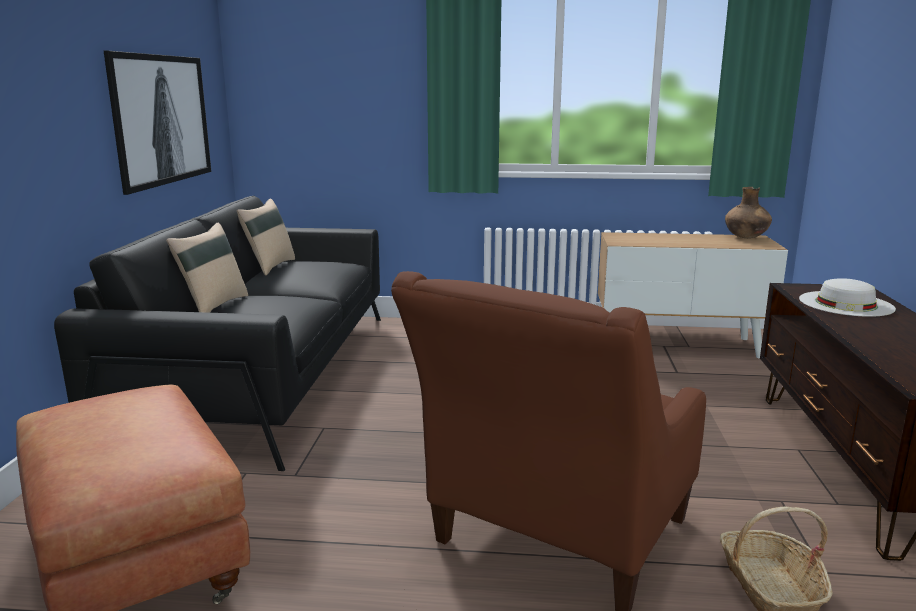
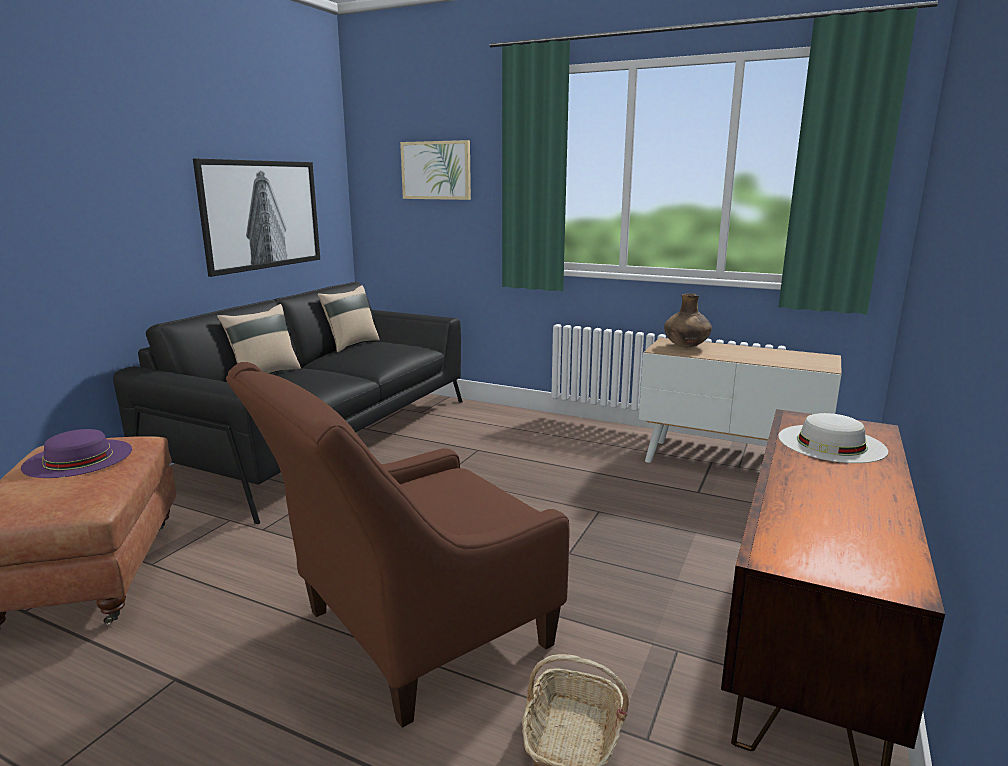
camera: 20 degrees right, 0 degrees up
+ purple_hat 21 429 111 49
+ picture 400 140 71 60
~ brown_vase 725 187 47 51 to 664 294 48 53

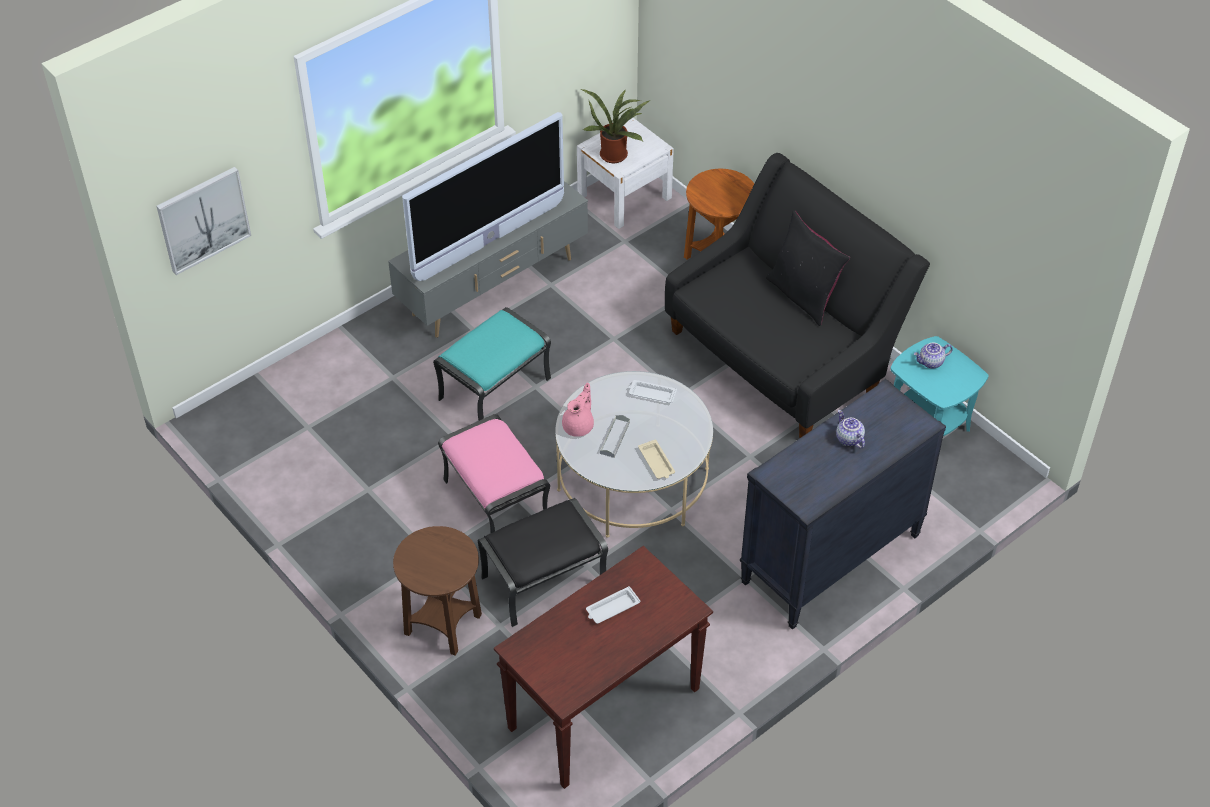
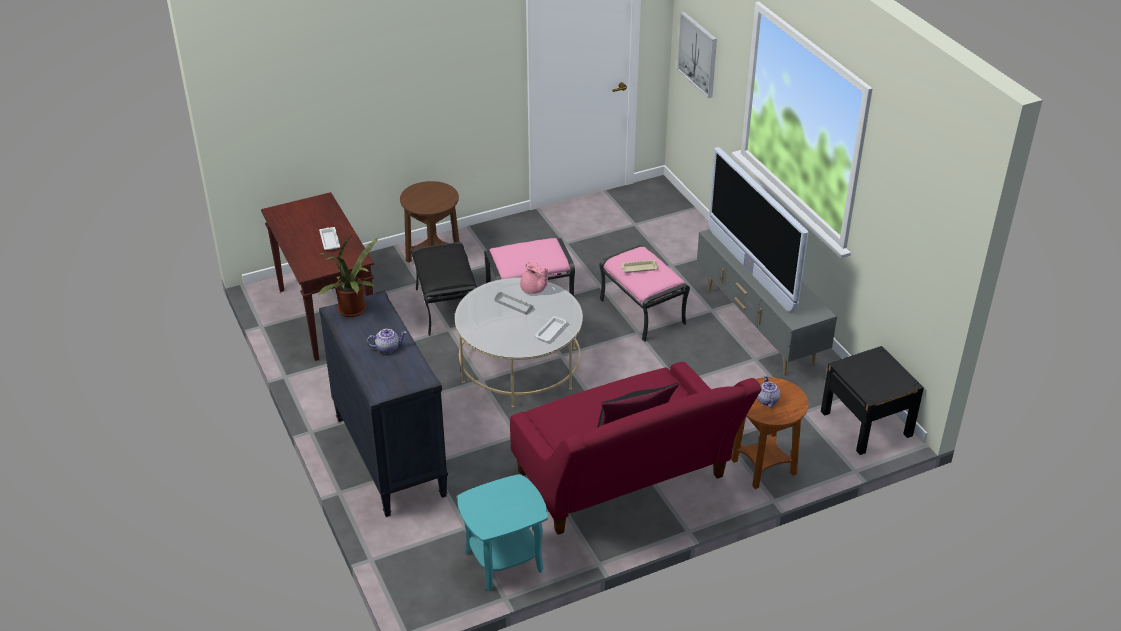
camera: 105 degrees right, 10 degrees down
~ potted_plant 581 89 70 74 to 318 235 60 82
~ beige_tray 638 440 37 39 to 621 259 38 14
~ teapot 914 343 39 26 to 757 375 23 33
~ turquoise_ottoman 433 307 118 114 to pink_ottoman 599 245 91 97
~ white_nightstand 577 118 97 111 to black_nightstand 821 346 103 109
~ black_sofa 665 153 265 285 to red_sofa 510 362 251 173

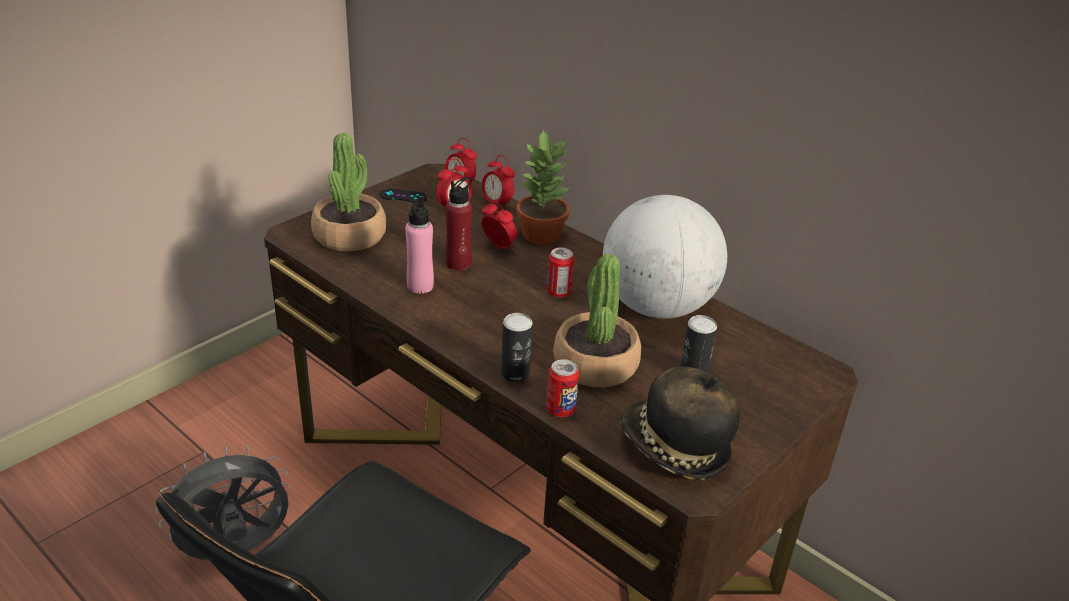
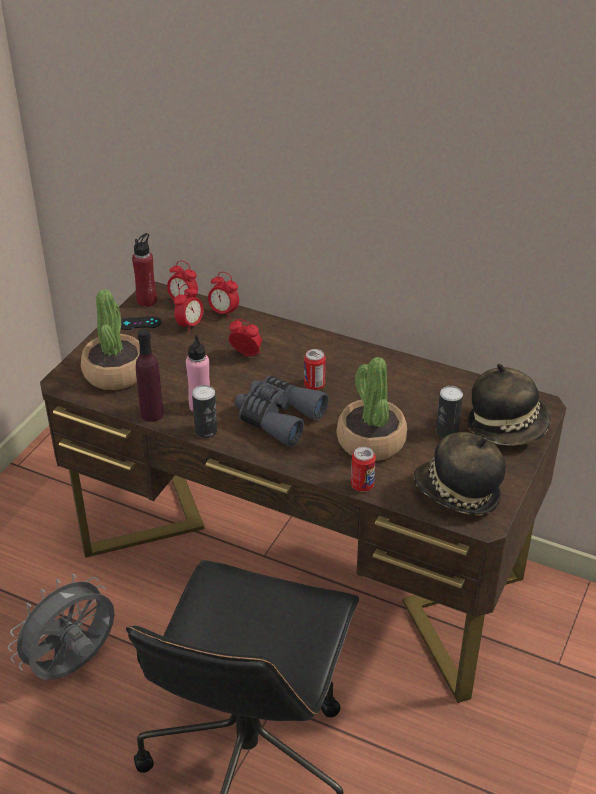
camera: 15 degrees left, 5 degrees up
- potted_plant 517 130 54 115
- globe 603 195 124 123
+ purple_bottle 136 329 28 93
+ grey_binoculars 235 376 94 71
+ hat 467 363 84 83
~ red_bottle 446 177 26 94 to 132 233 25 74
~ can 501 313 32 69 to 192 385 25 53

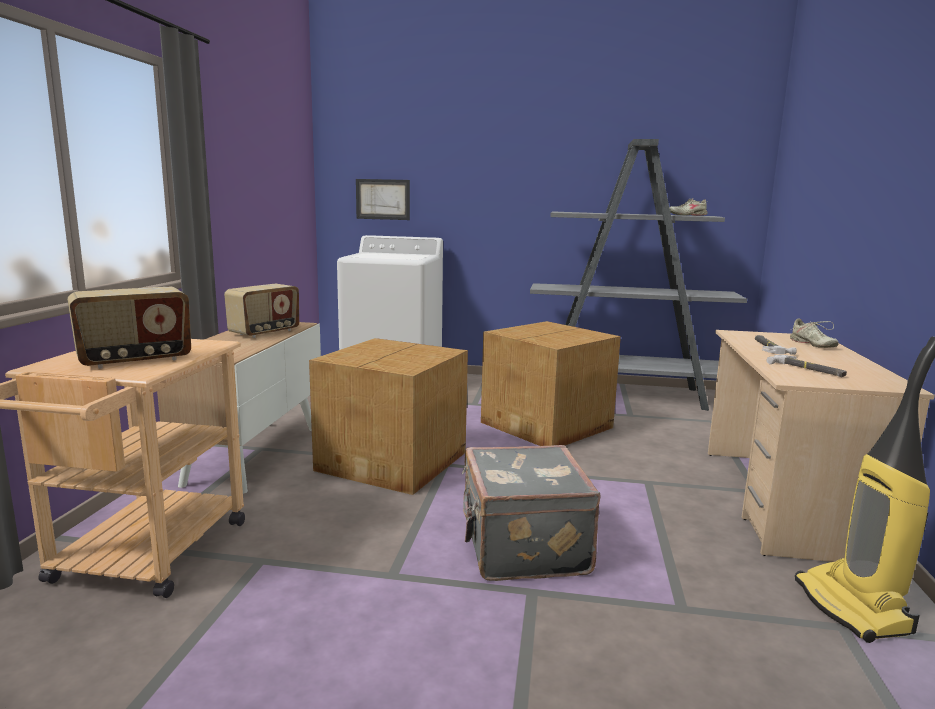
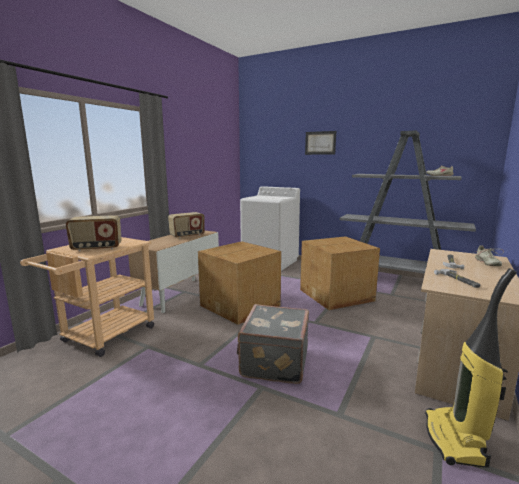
camera: 20 degrees right, 0 degrees up
~ picture 356 179 54 41 to 305 131 31 24

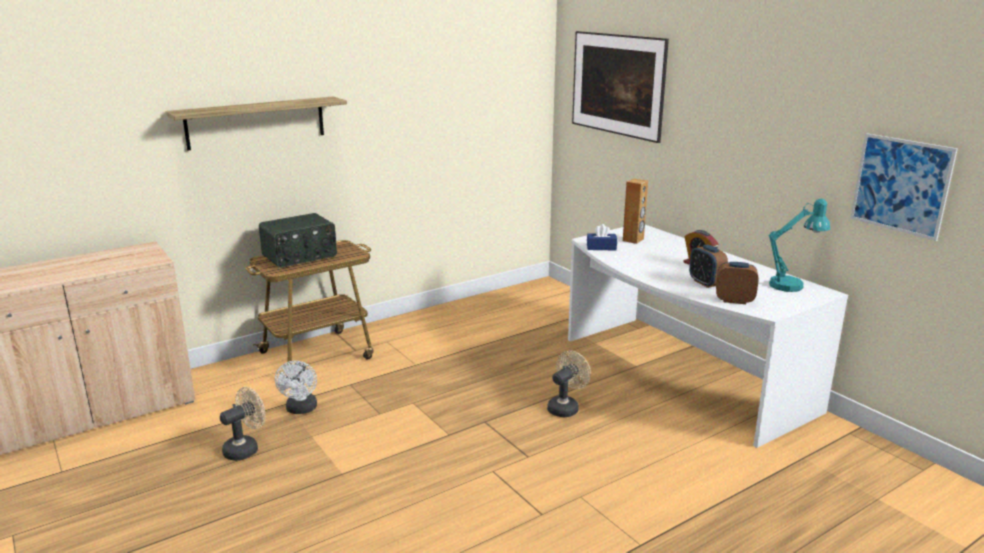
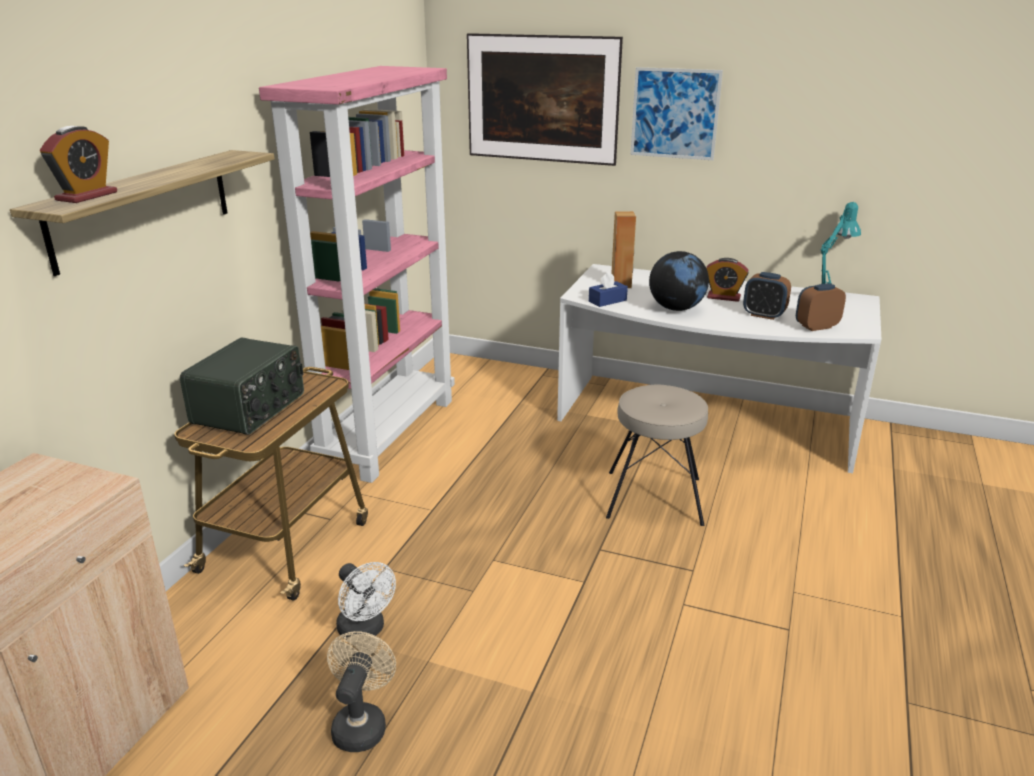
camera: 35 degrees left, 5 degrees up
+ alarm_clock 40 126 77 77
+ pink_bookcase 259 66 196 417
+ globe 649 251 60 60
~ picture 850 133 108 108 to 631 67 92 93
~ beige_fan 547 350 44 67 to beige_stool 606 384 102 142

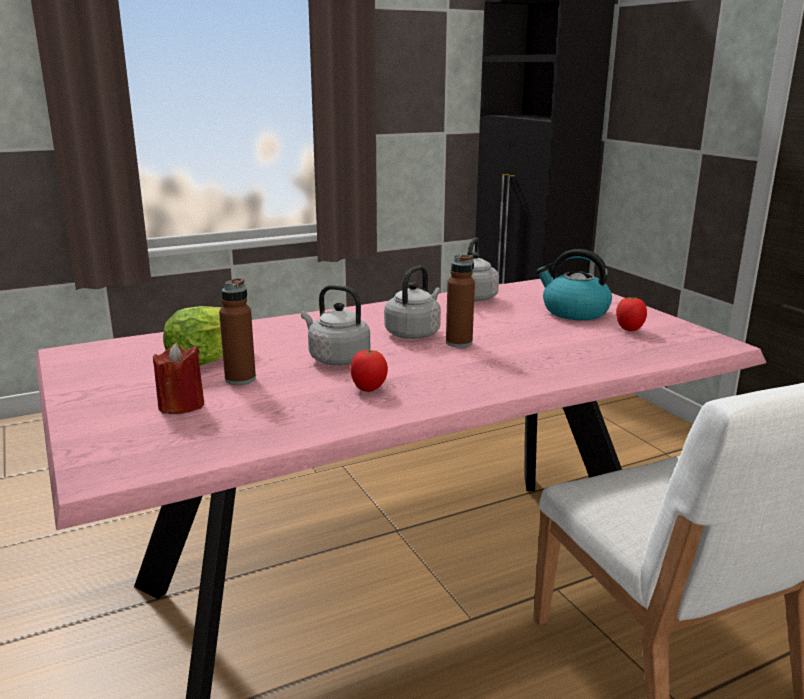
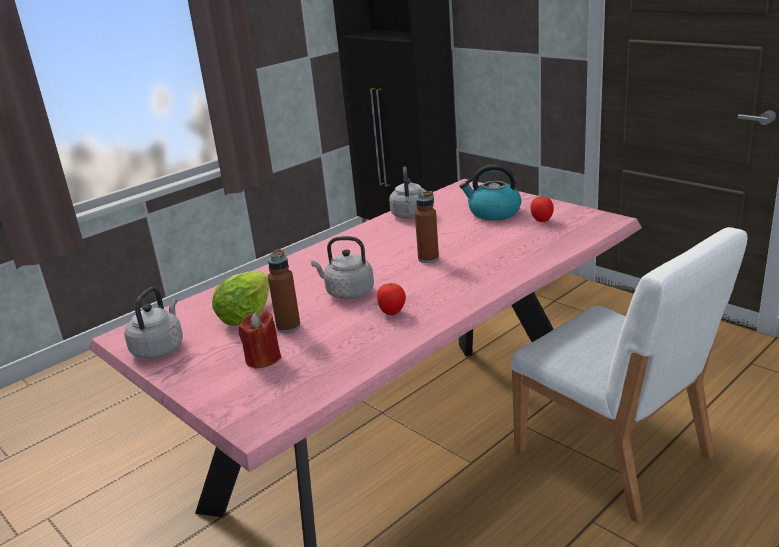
camera: 15 degrees left, 5 degrees up
~ grey_kettle 384 266 57 73 to 124 287 59 72

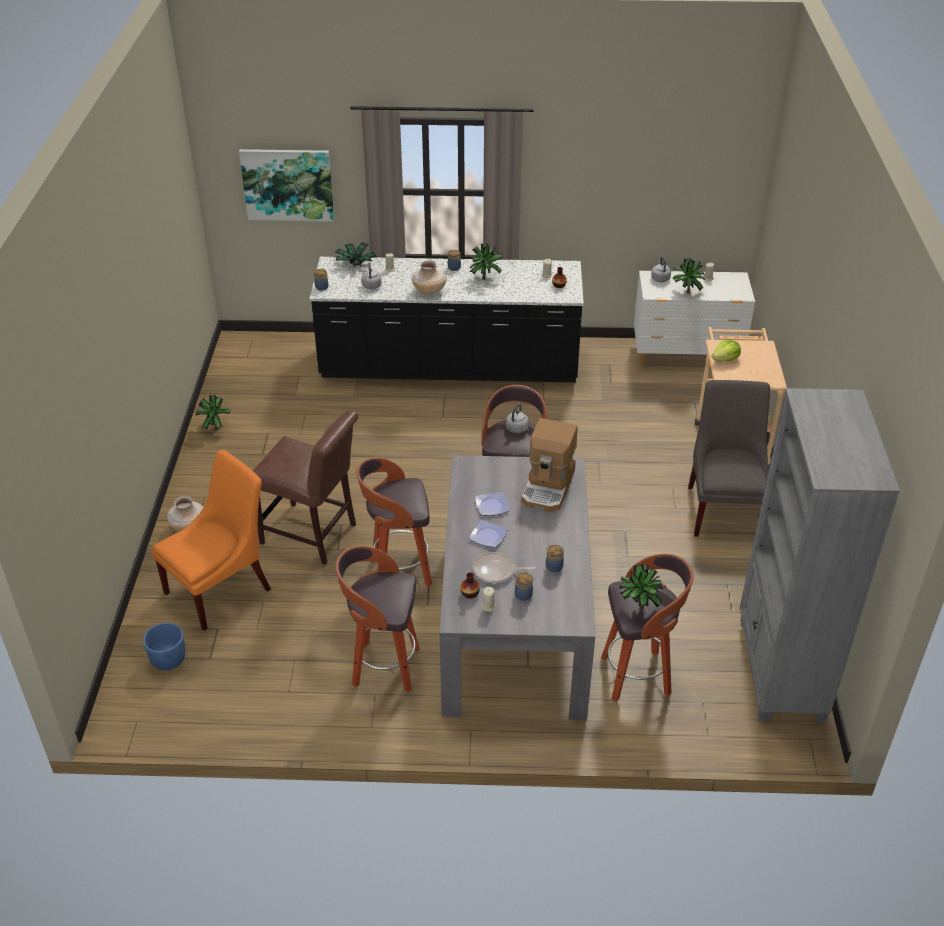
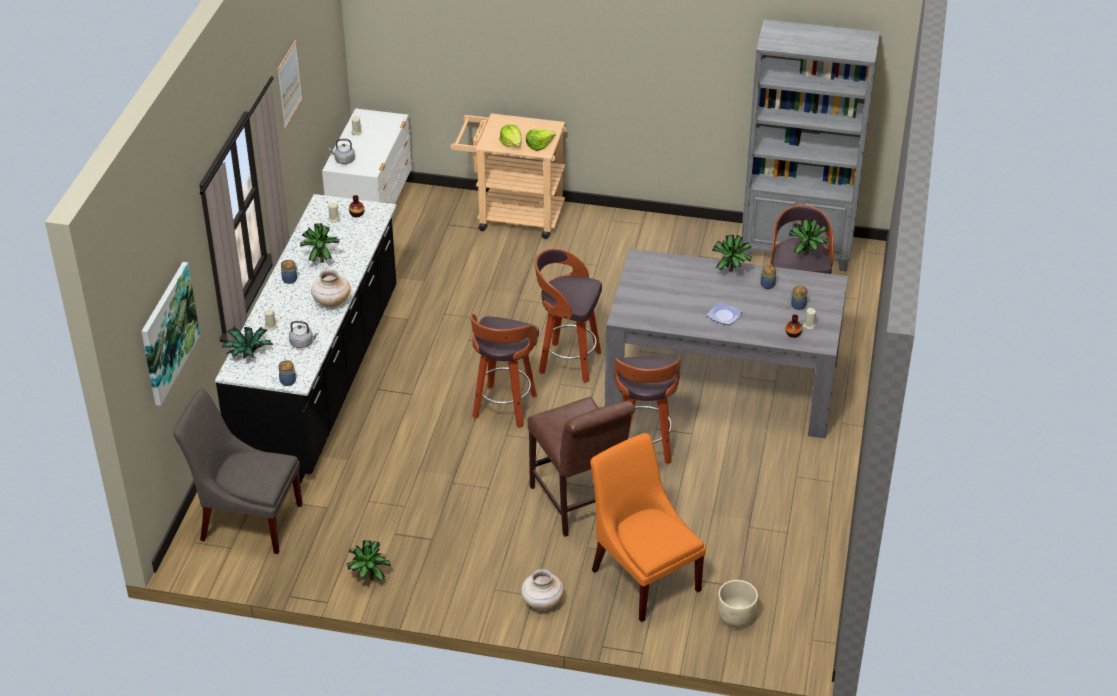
camera: 80 degrees left, 0 degrees up
- frying_pan 473 552 63 31
- plate 475 492 35 24
- grey_kettle 506 404 23 29
- coffee_machine 521 418 57 94
+ picture 277 40 25 89
+ lettuce 526 129 29 22
~ stool 335 546 85 146 to 470 314 69 114
~ potted_plant 673 258 32 36 to 712 235 40 37
~ grey_chair 688 380 82 157 to 173 389 130 165
~ blue_planter 143 623 43 47 to beige_planter 718 580 40 48
~ brown_chair 253 410 105 155 = 527 397 108 140 120 degrees clockwise

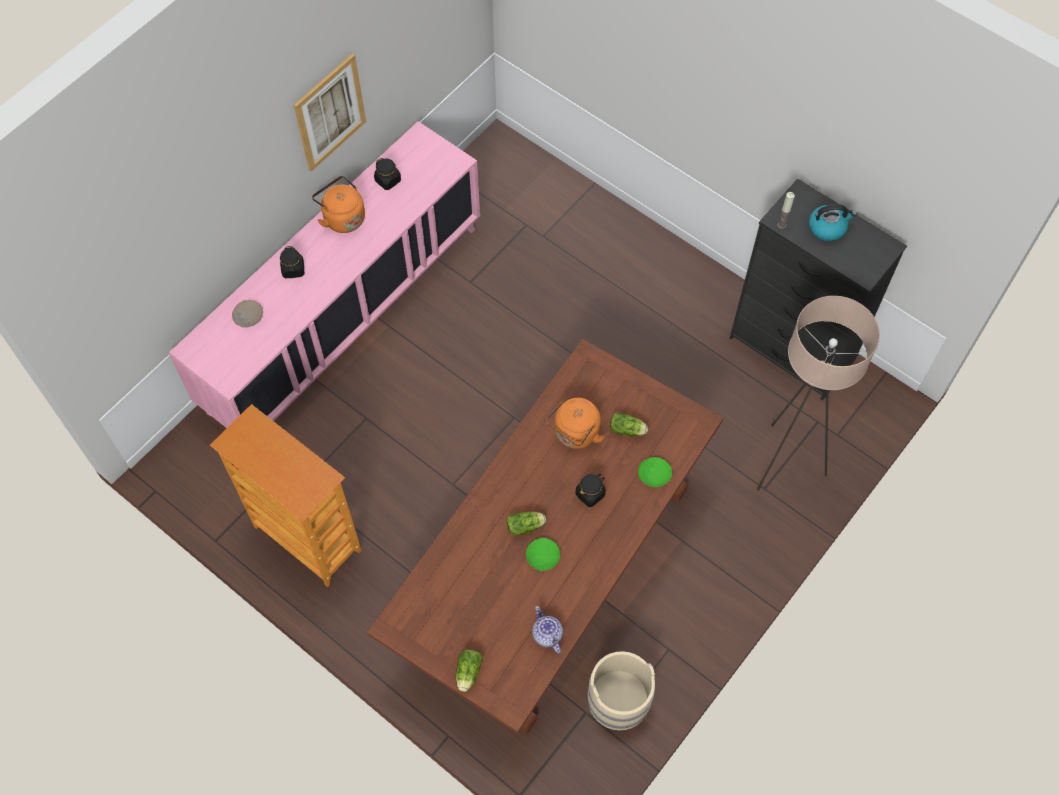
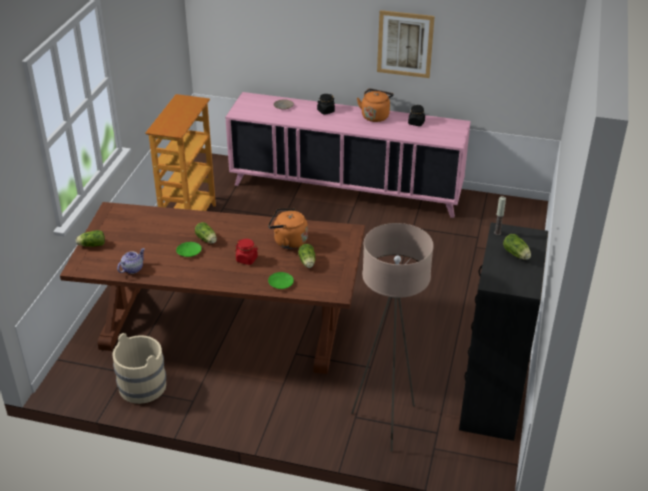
camera: 65 degrees right, 25 degrees down
~ kettle 809 204 48 37 to lettuce 503 234 28 26
~ black_jar 576 474 30 33 to red_jar 235 239 23 26

